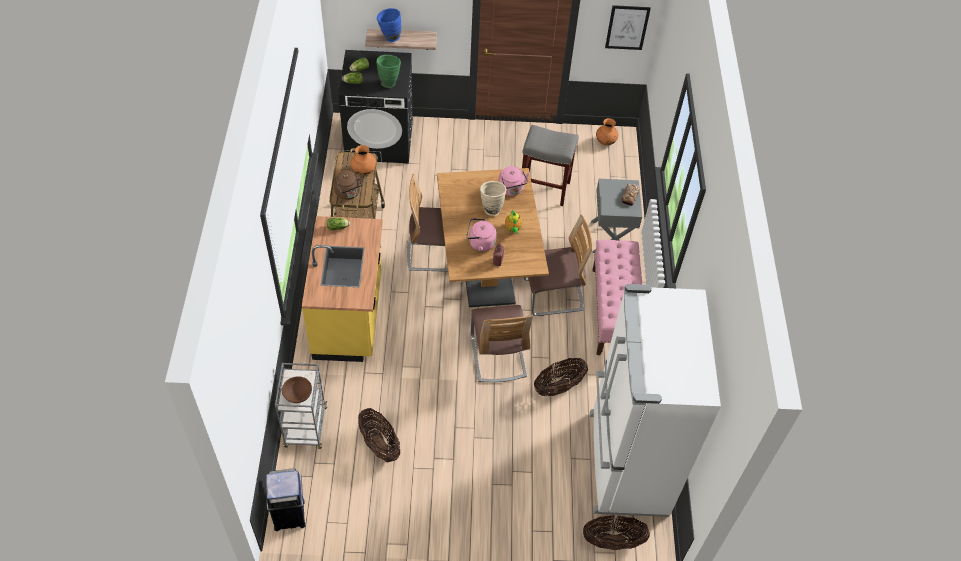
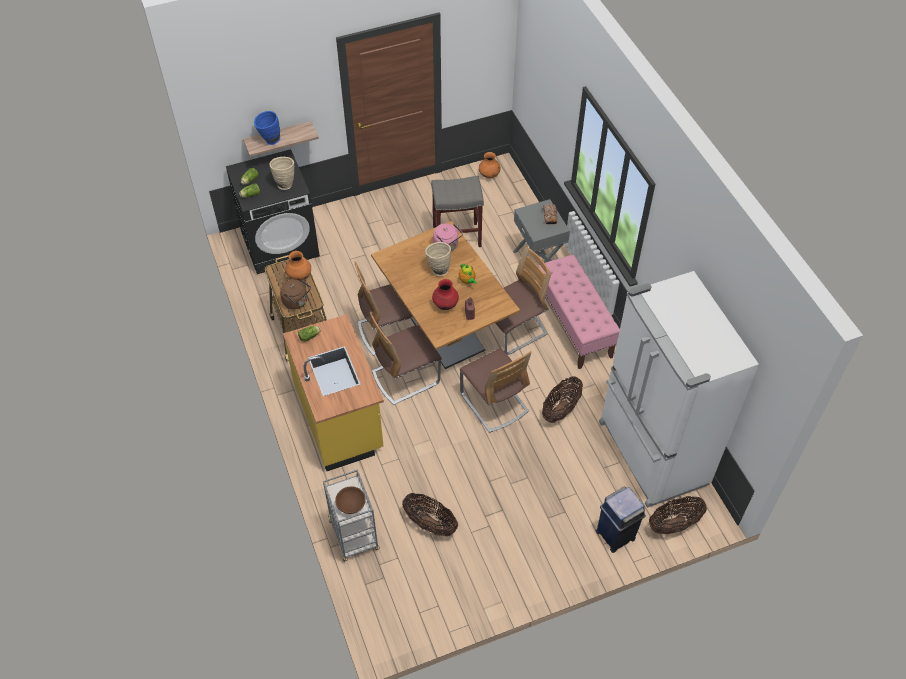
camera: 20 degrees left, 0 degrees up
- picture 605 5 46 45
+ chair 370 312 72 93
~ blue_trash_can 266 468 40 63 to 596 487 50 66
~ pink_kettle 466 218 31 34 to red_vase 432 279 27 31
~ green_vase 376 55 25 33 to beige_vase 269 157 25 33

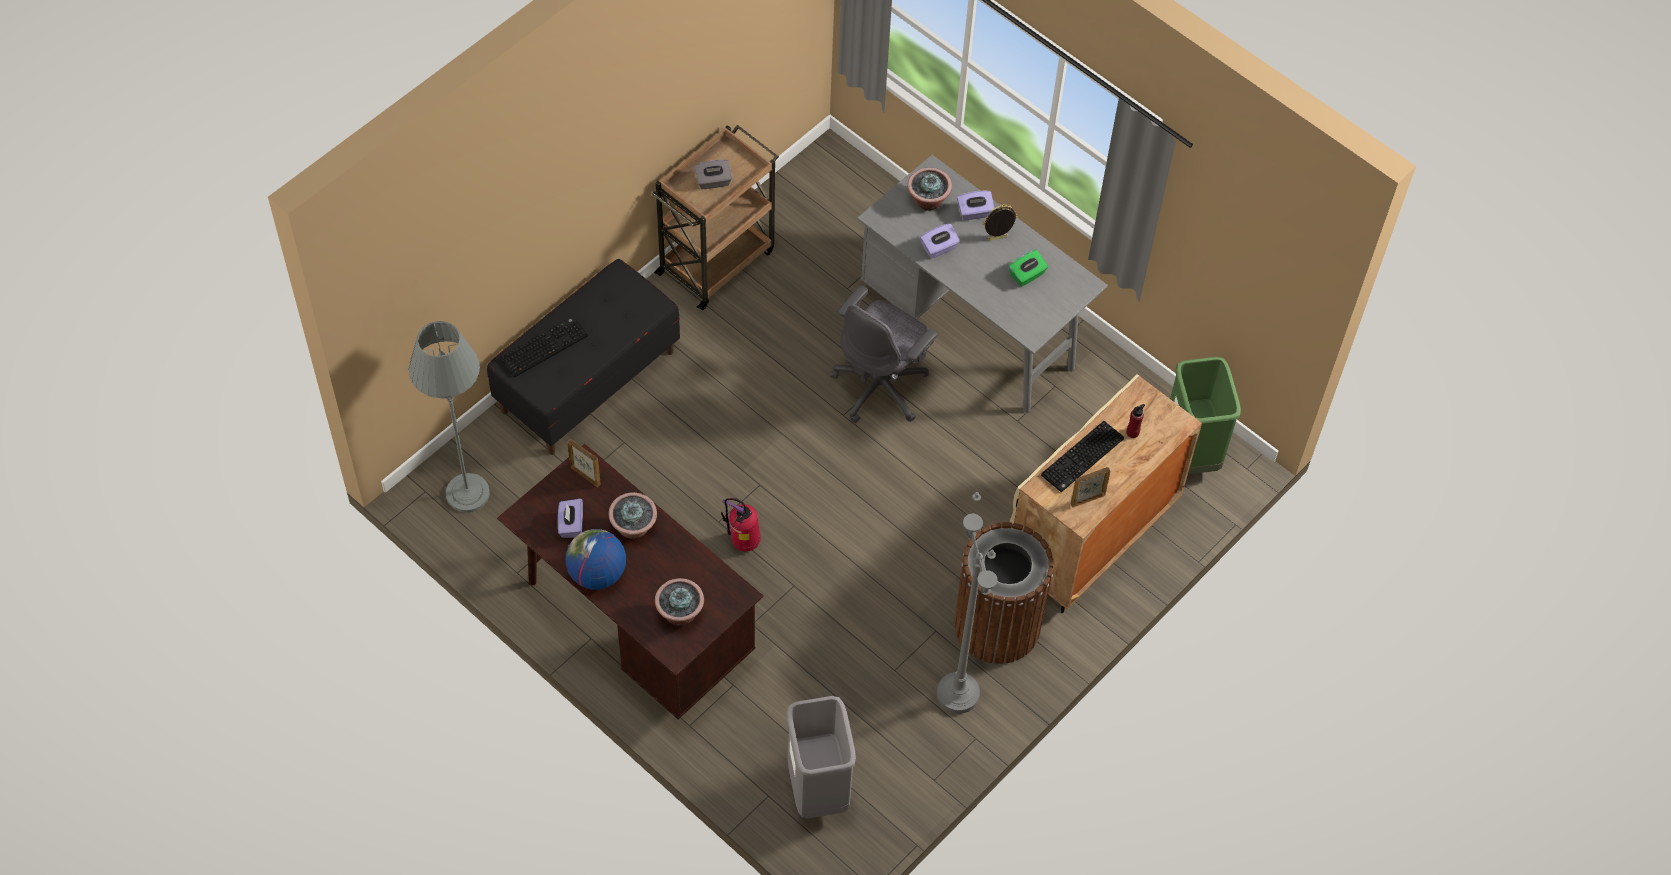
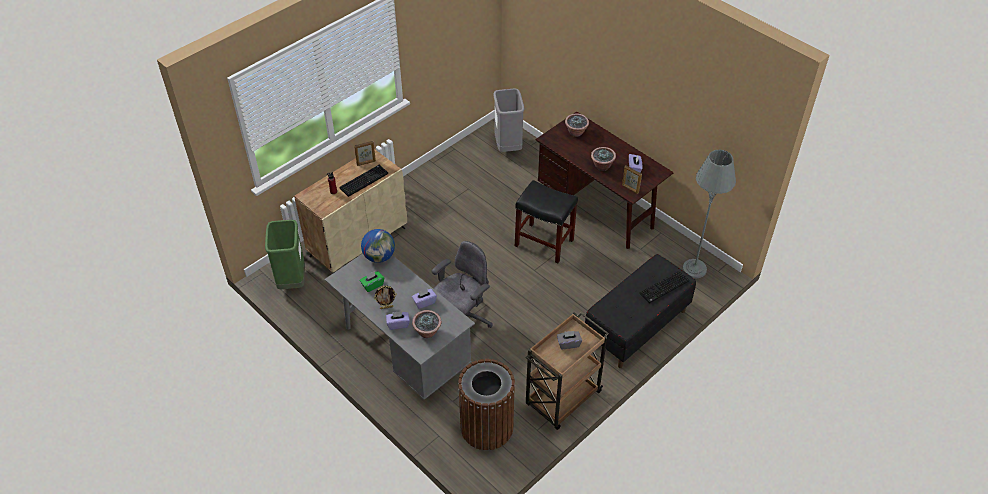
camera: 175 degrees left, 10 degrees down
- grey_floor_lamp 937 492 61 222
~ globe 565 529 61 61 to 361 229 34 34
~ brown_trash_can 954 522 100 142 to 458 359 57 91
~ fire_extinguisher 721 498 40 54 to black_stool 515 180 63 84

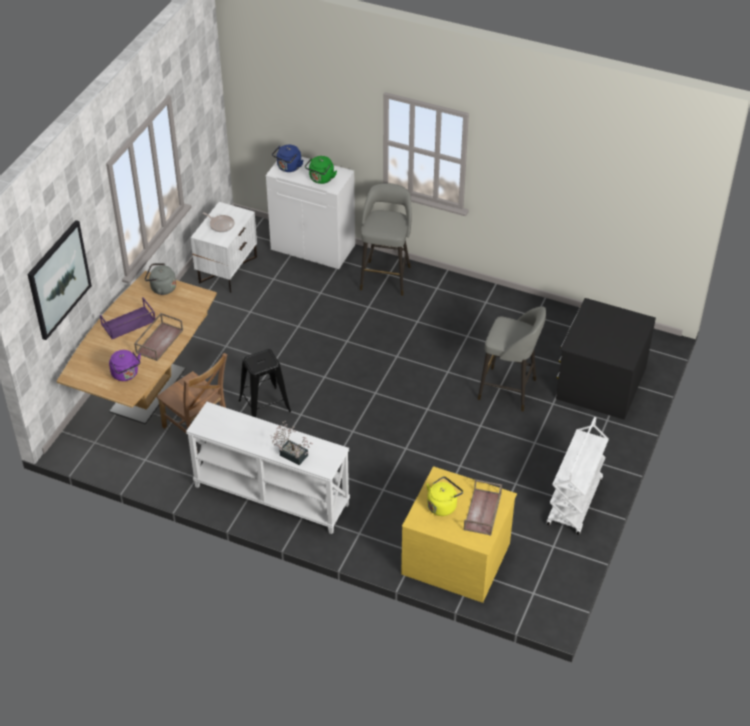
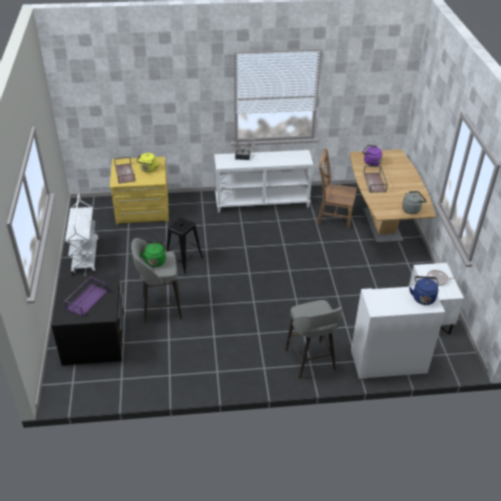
camera: 150 degrees right, 5 degrees down
- picture 28 220 64 120
~ purple_tray 100 297 55 42 to 64 277 44 39
~ black_stool 239 349 52 68 to 166 217 37 57
~ green_kettle 305 156 32 28 to 140 242 26 25

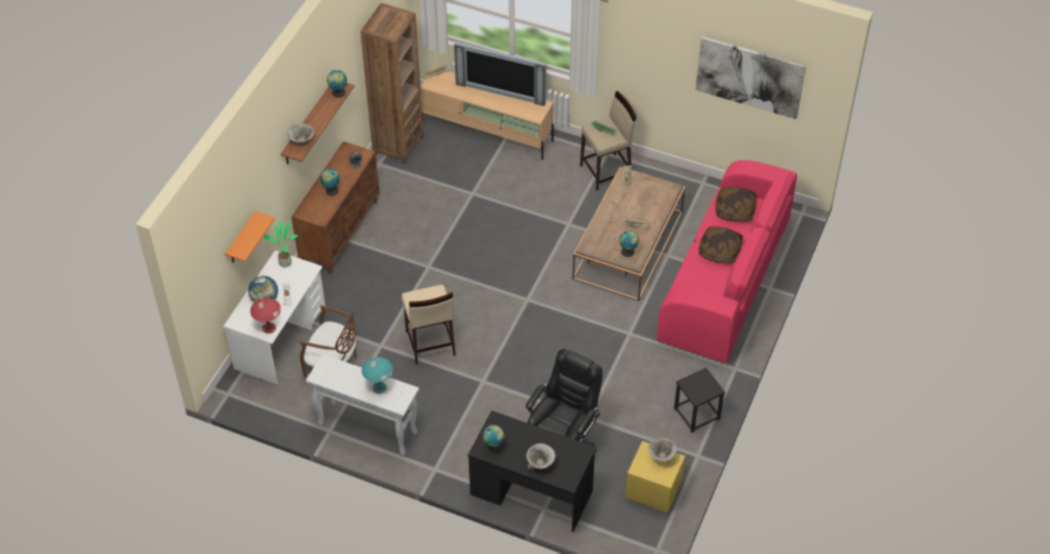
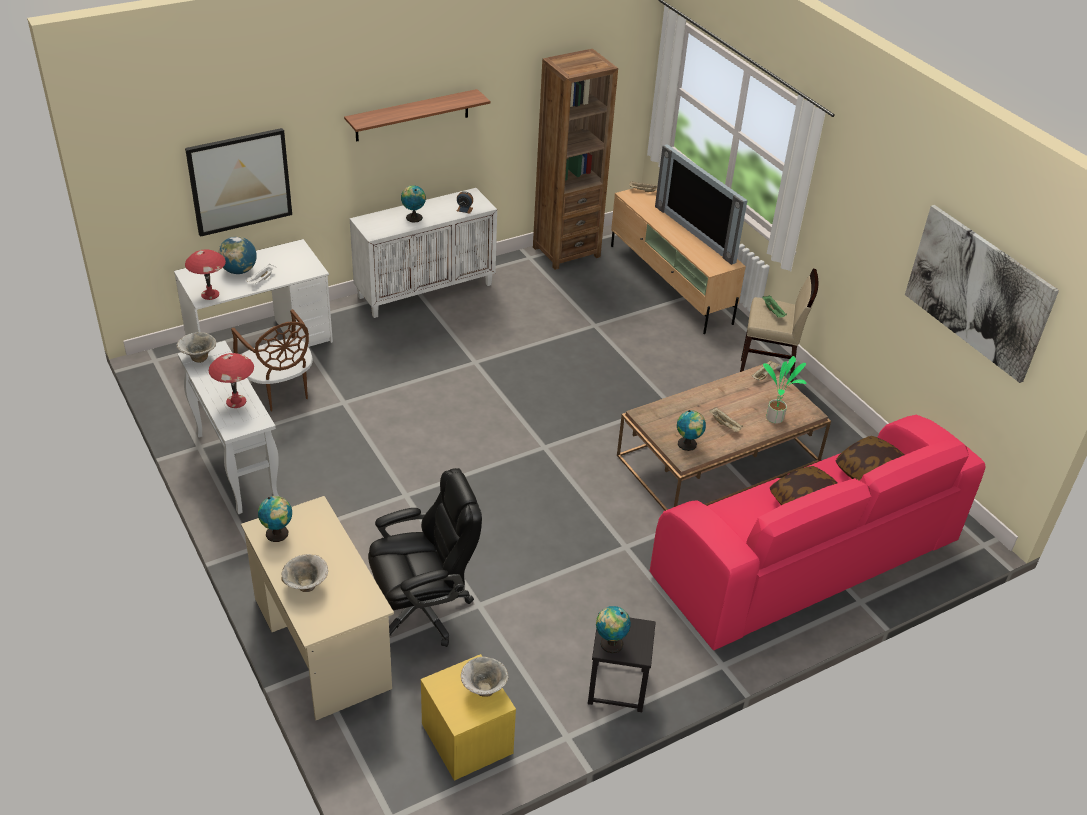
camera: 35 degrees right, 10 degrees down
- beige_stool 402 285 54 79
~ potted_plant 264 221 34 46 to 763 356 44 68
~ bowl 287 124 27 22 to 177 332 39 31
~ globe 327 70 20 28 to 596 606 35 47
~ orange_shelf 225 211 50 52 to picture 185 128 107 109
~ brown_cabinet 292 141 88 133 to white_cabinet 350 188 147 130
~ turquoise_table_lamp 362 357 31 37 to red_table_lamp 209 353 45 55
~ black_desk 468 410 128 122 to beige_desk 241 496 153 224

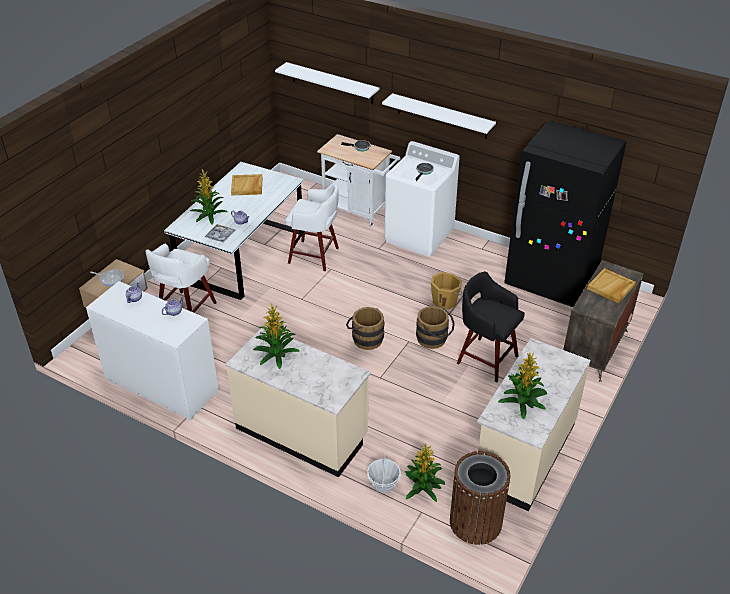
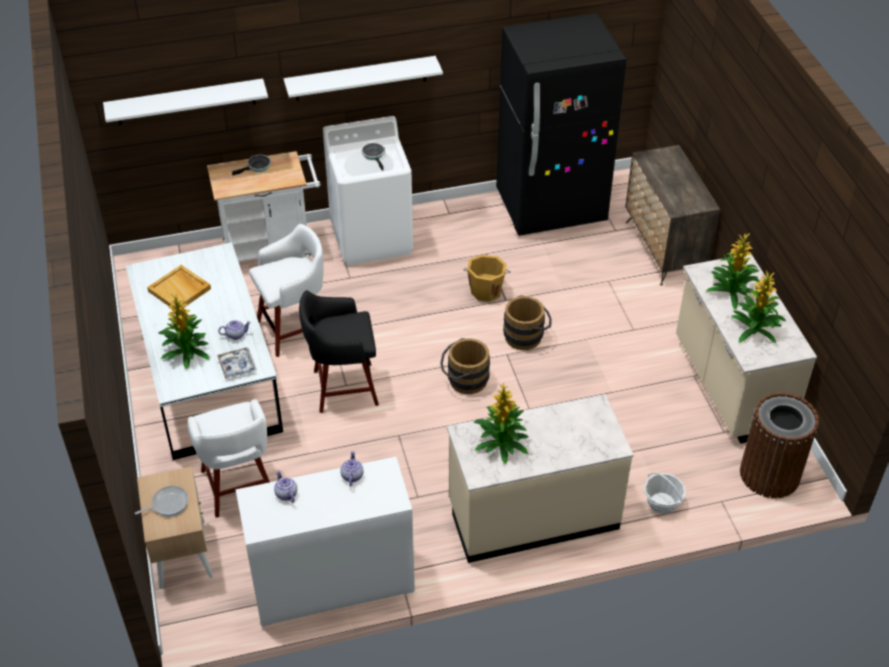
camera: 45 degrees left, 5 degrees up
- beige_tray 587 268 49 35
~ potted_plant 405 443 40 59 to 706 233 54 76
~ black_stool 457 272 68 111 to 299 290 80 123

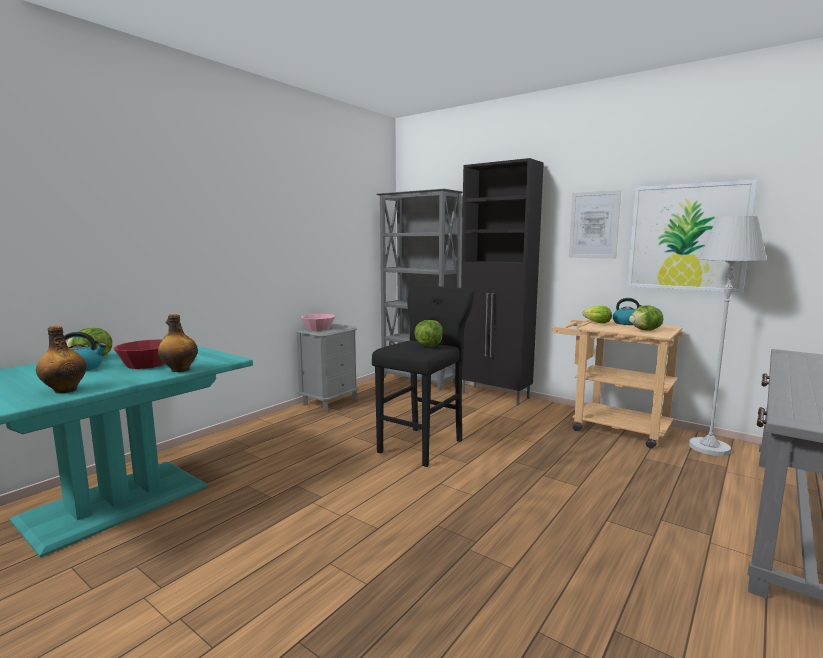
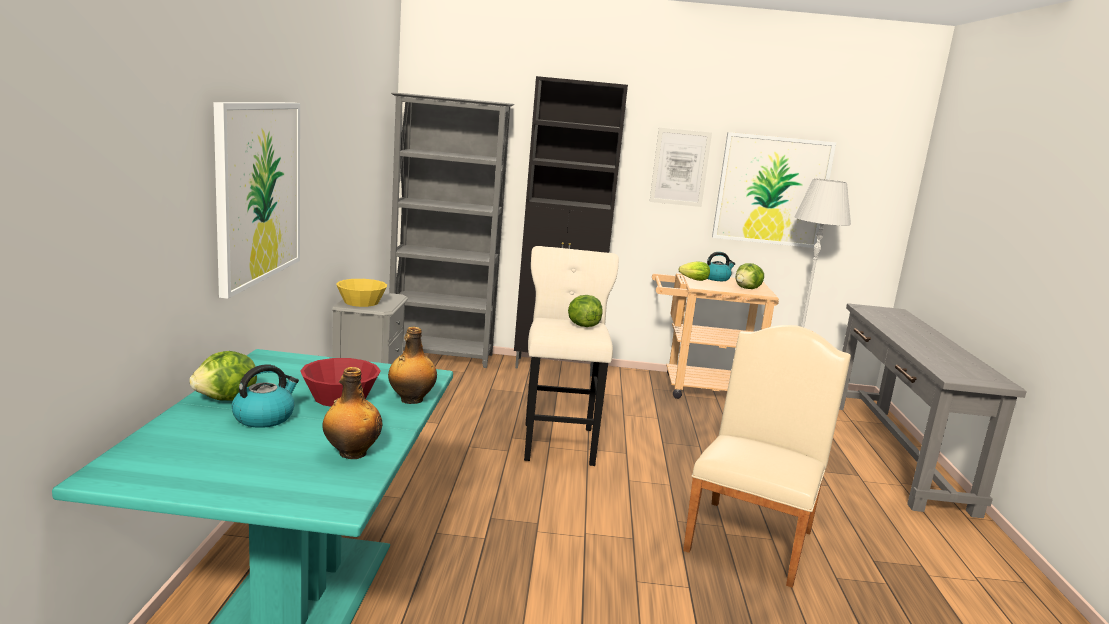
camera: 35 degrees left, 5 degrees up
+ picture 214 102 86 197
+ beige_chair 683 325 168 263
~ pink_bowl 301 314 34 17 to yellow_bowl 336 279 51 28
~ black_stool 372 285 103 182 to beige_stool 524 246 95 220

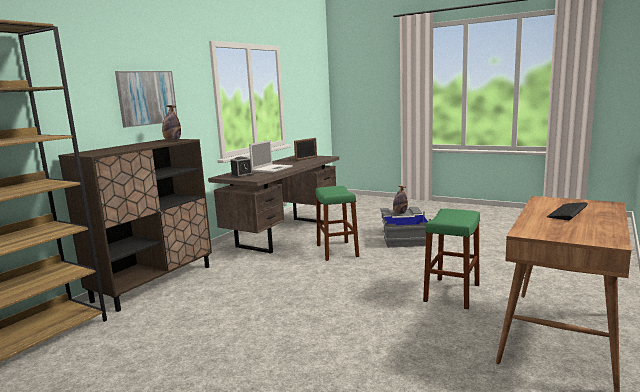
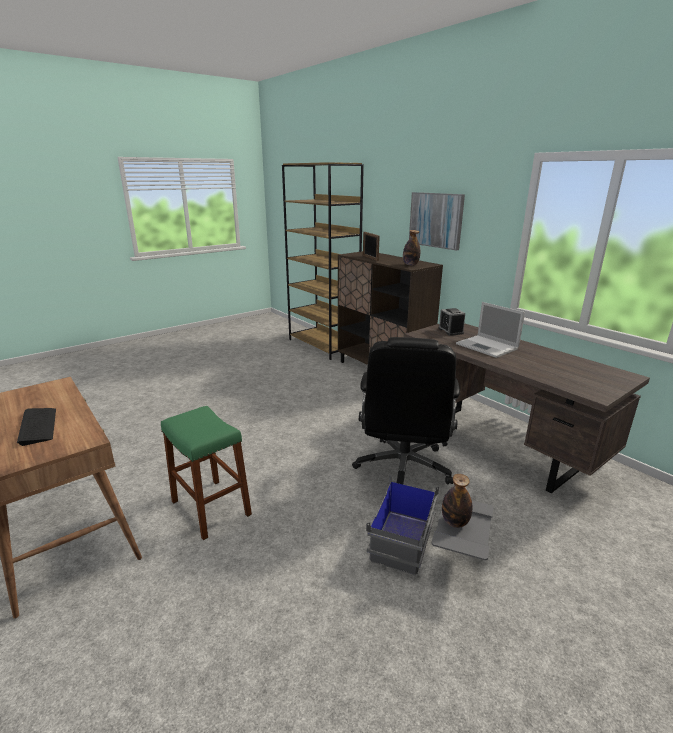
camera: 110 degrees right, 10 degrees up
~ picture_frame 294 138 23 23 to 363 232 17 29
~ green_stool 315 186 44 75 to black_office_chair 352 337 108 147

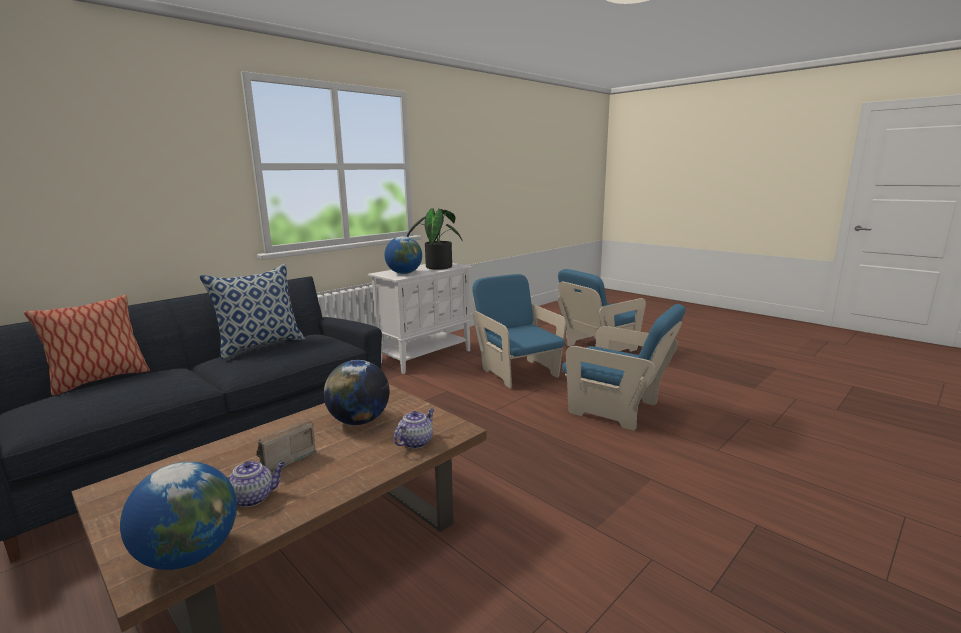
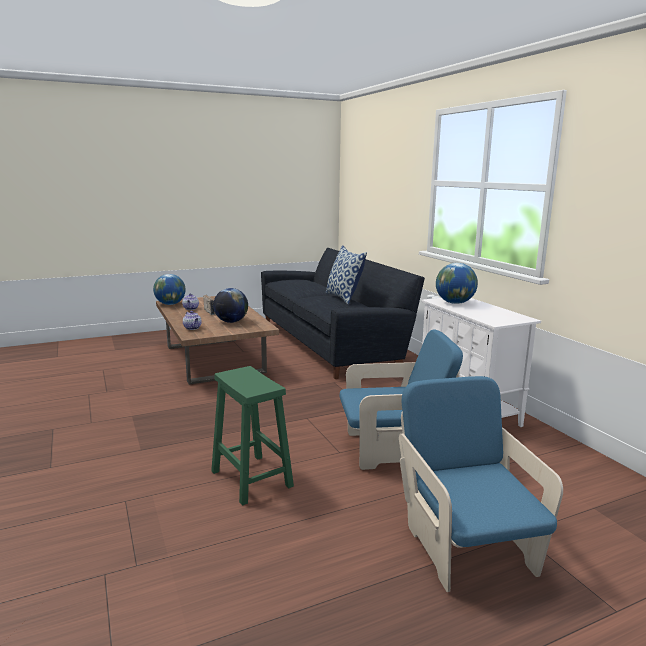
camera: 110 degrees right, 0 degrees up
- pillow 24 295 126 101
- potted_plant 407 208 55 62
~ blue_armchair 562 304 124 127 to green_stool 211 366 83 140

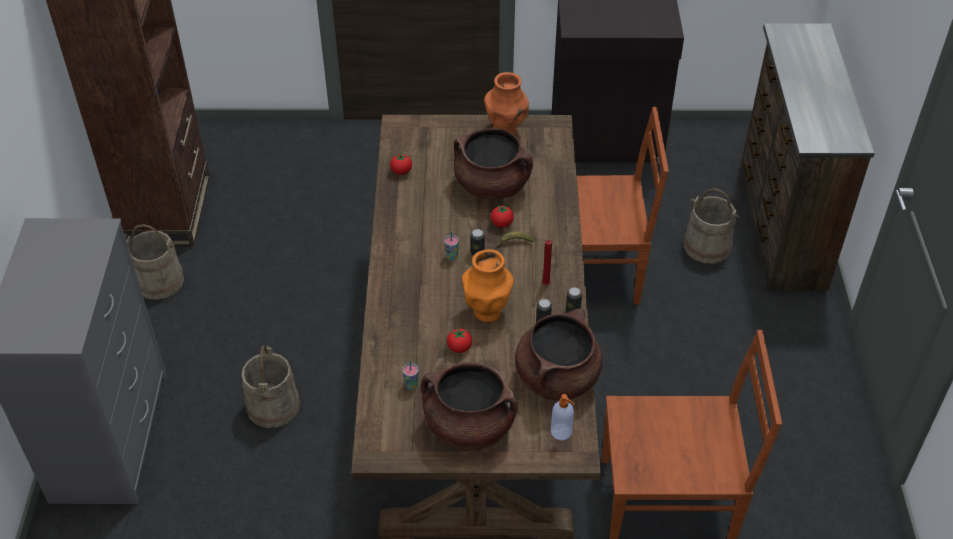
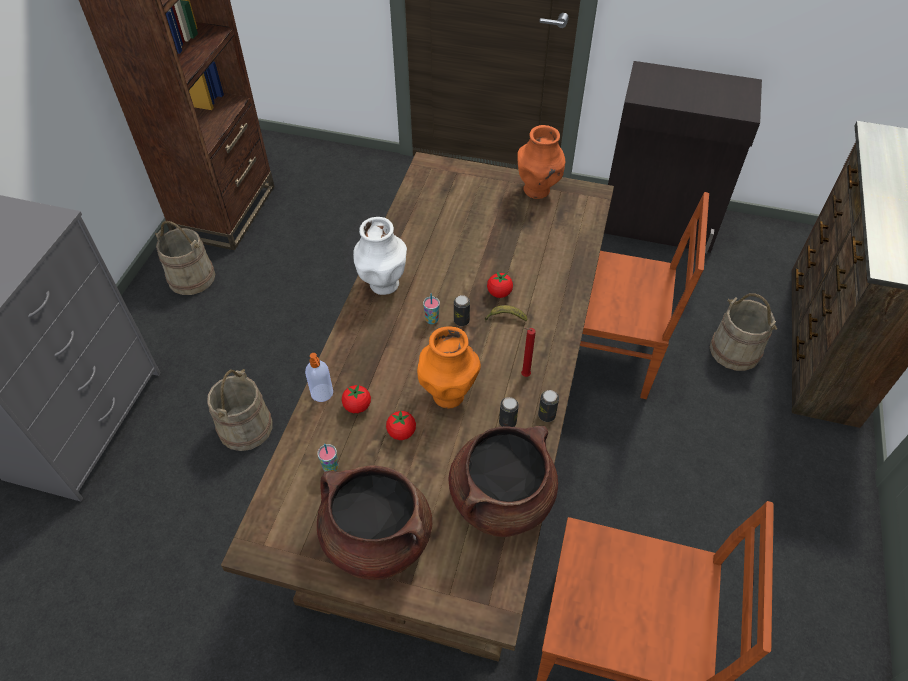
camera: 15 degrees right, 5 degrees up
- brown_cooking_pot 454 128 79 72
+ white_vase 353 217 54 78
~ tomato 390 152 22 23 to 342 385 29 28
~ soap_dispenser 551 394 23 46 to 305 353 28 49

